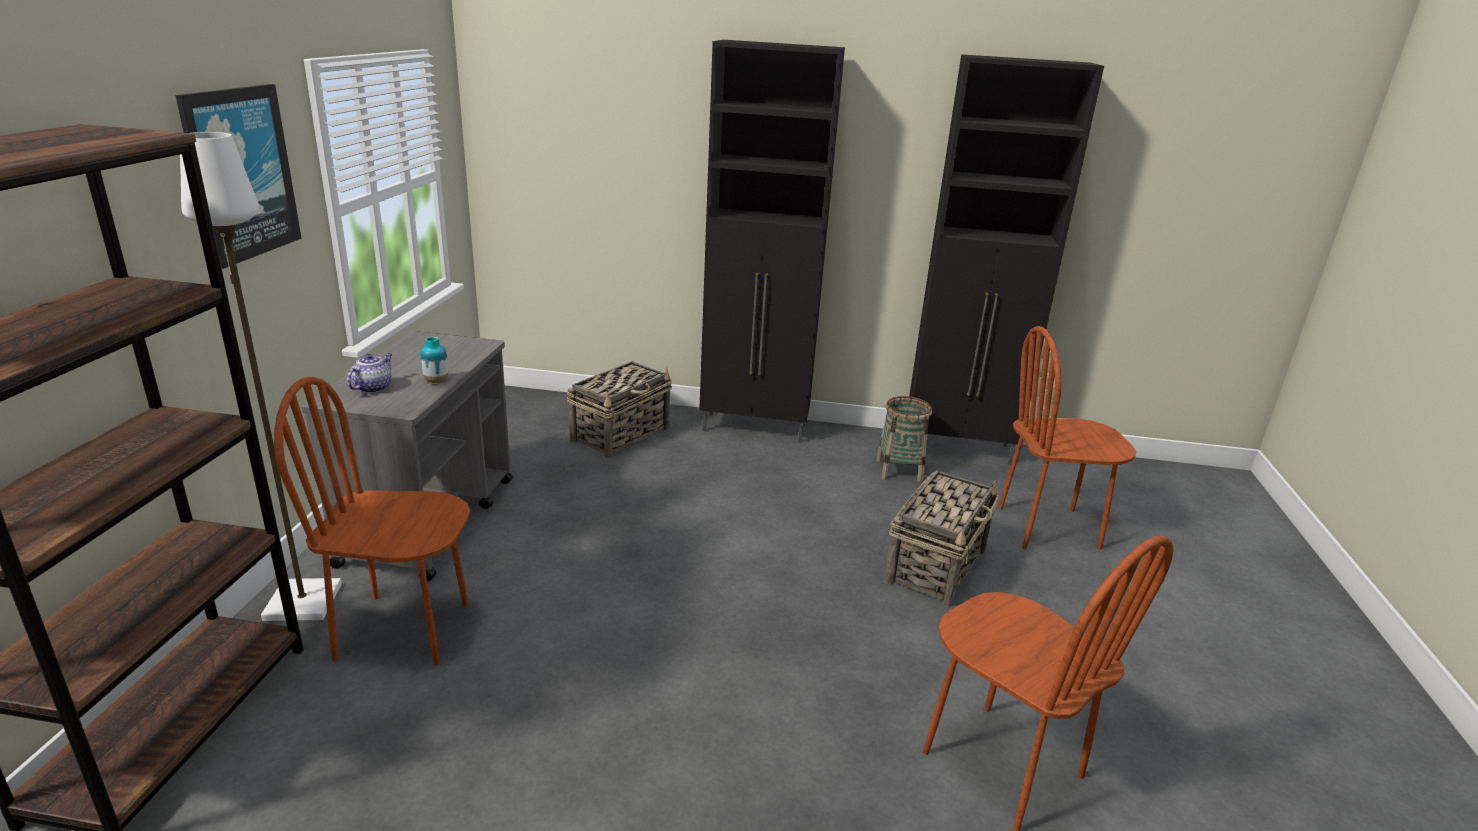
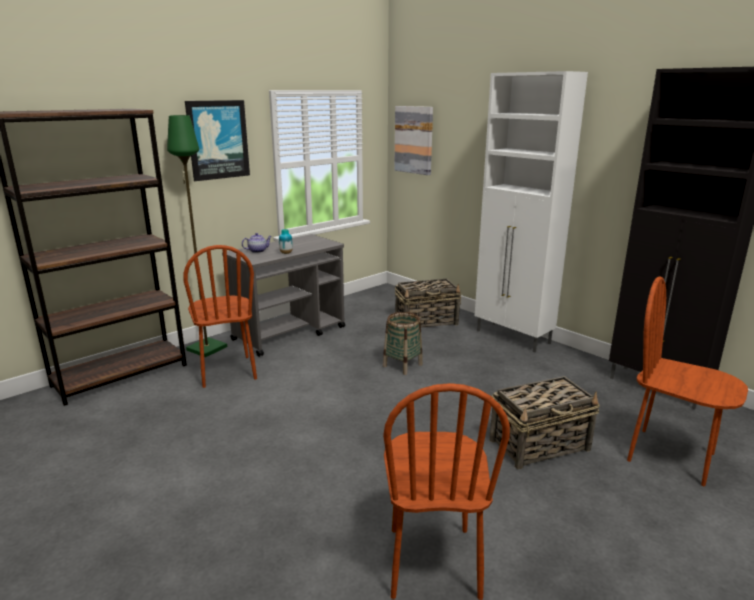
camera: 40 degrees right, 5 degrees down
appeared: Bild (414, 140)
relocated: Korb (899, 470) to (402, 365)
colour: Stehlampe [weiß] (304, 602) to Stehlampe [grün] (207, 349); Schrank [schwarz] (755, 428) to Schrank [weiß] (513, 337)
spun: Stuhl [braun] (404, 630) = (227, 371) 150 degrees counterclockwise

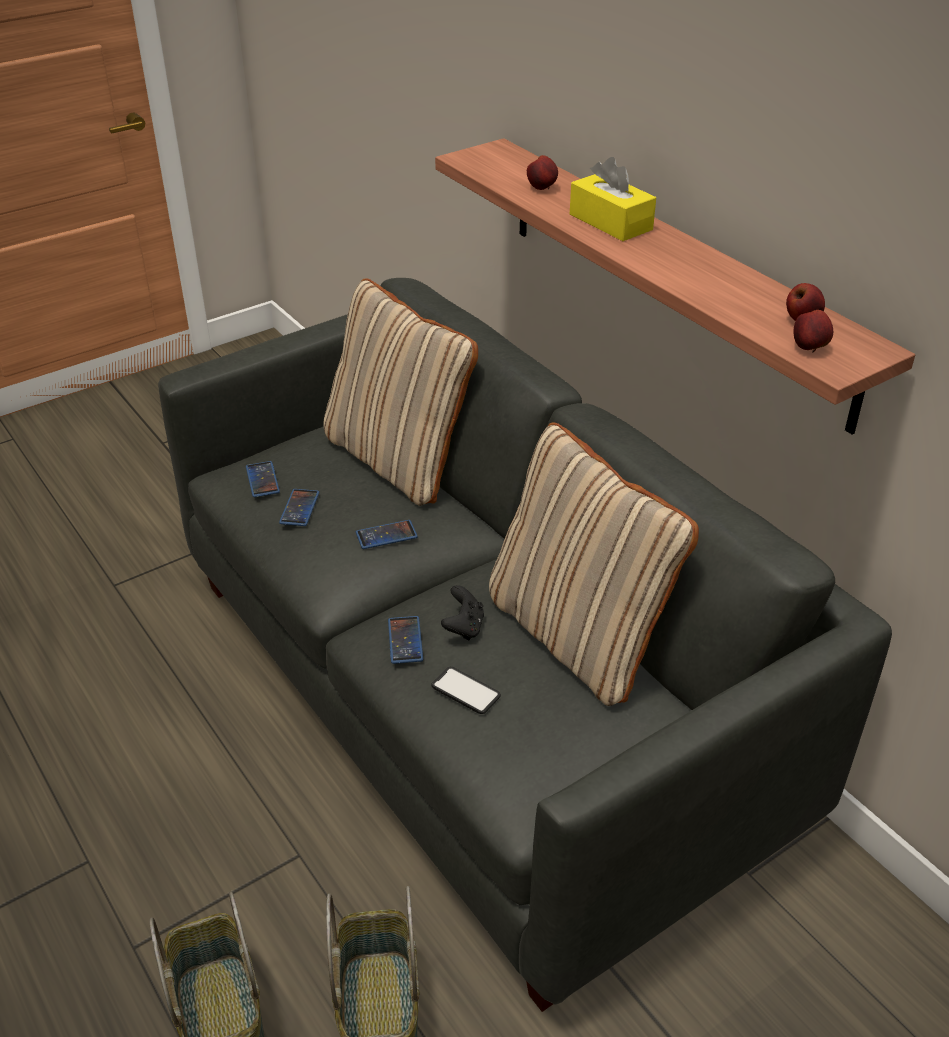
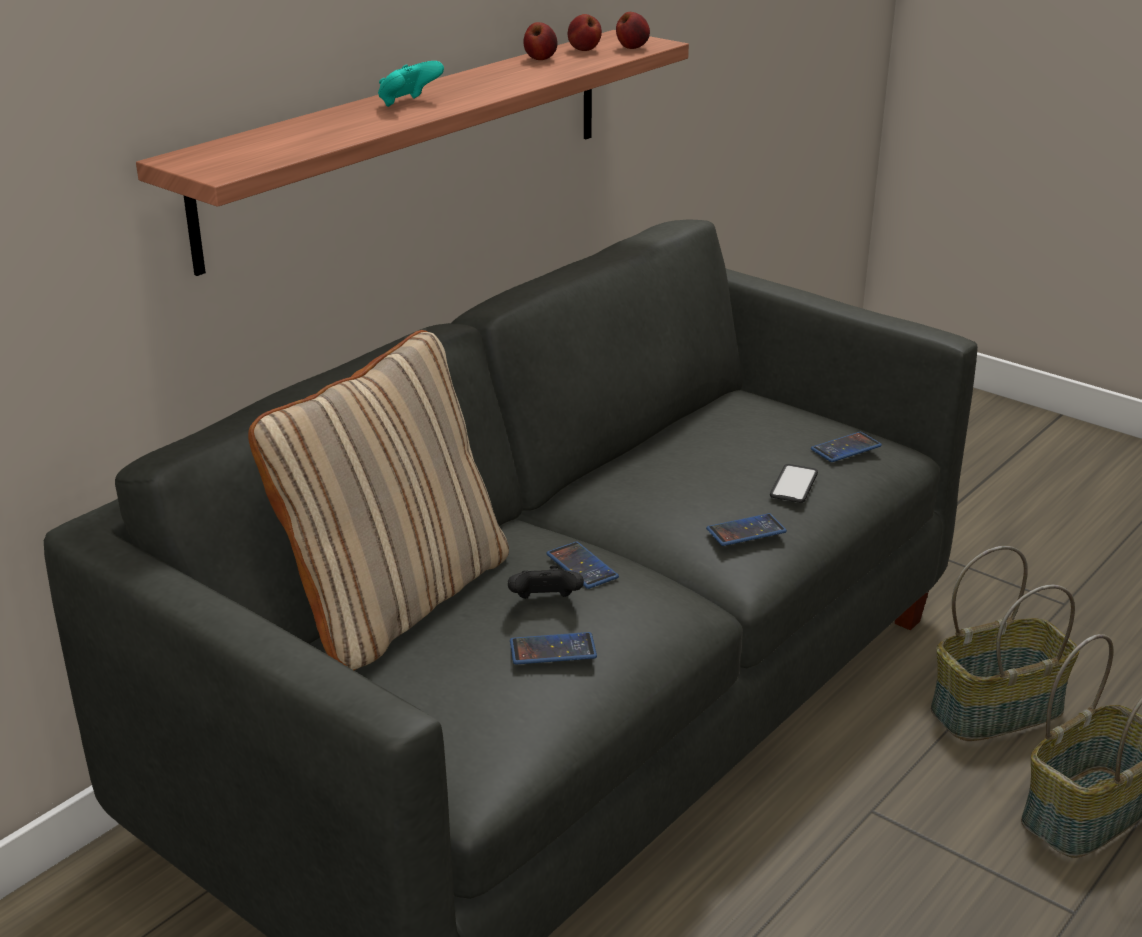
camera: 105 degrees left, 10 degrees down
missing: Kissen [beige] (578, 635)
relocated: Gamepad [schwarz] (464, 627) to (545, 603); Apfel (542, 188) to (540, 59); Handy (262, 480) to (846, 448)
exchanged: Taschentuchbox [gelb] (610, 222) to Gamepad [türkis] (408, 104)

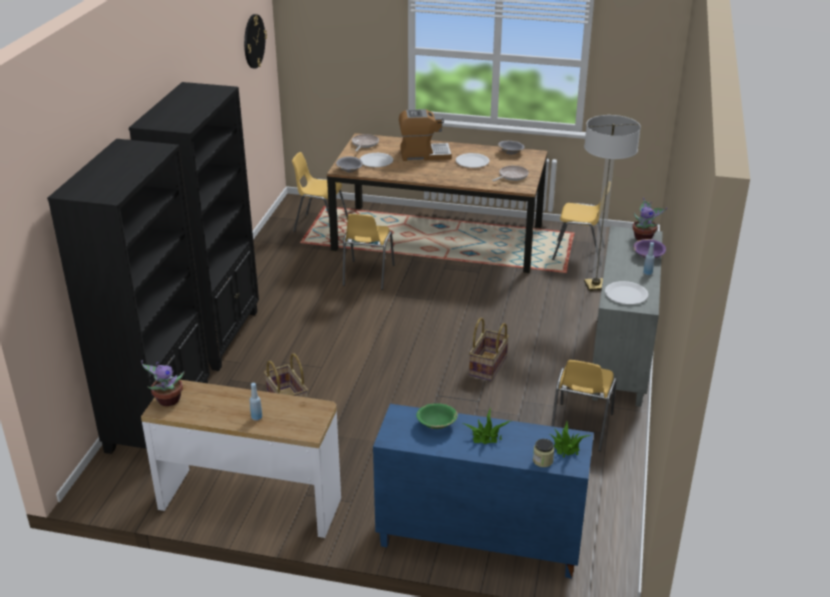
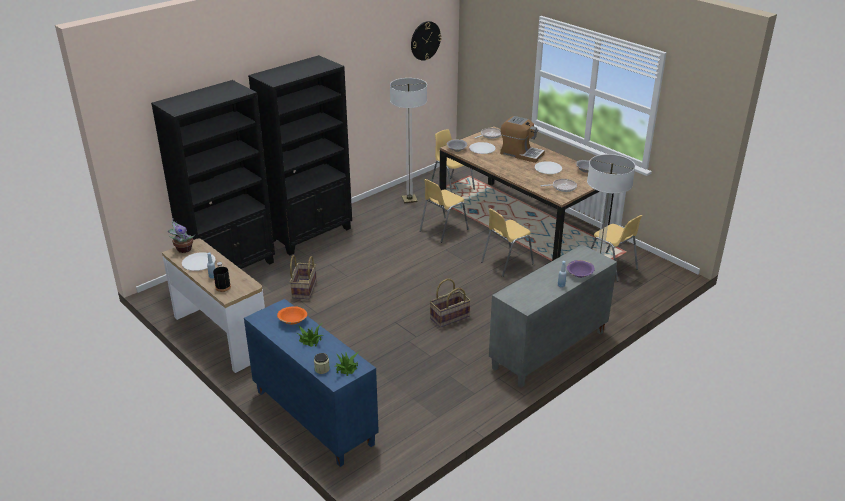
camera: 35 degrees right, 0 degrees up
missing: Topfpflanze (644, 237)
appeared: Flasche [schwarz] (223, 287); Stehlampe (409, 199)
relocated: Teller [weiß] (626, 294) to (199, 262); Stuhl [gelb] (580, 427) to (506, 263)
colour: Schüssel [grün] (436, 424) to Schüssel [orange] (293, 321)

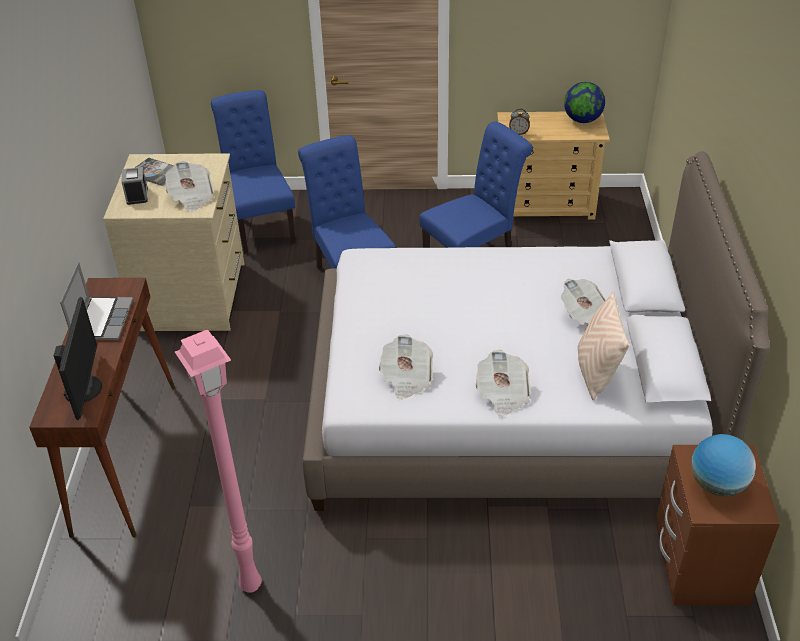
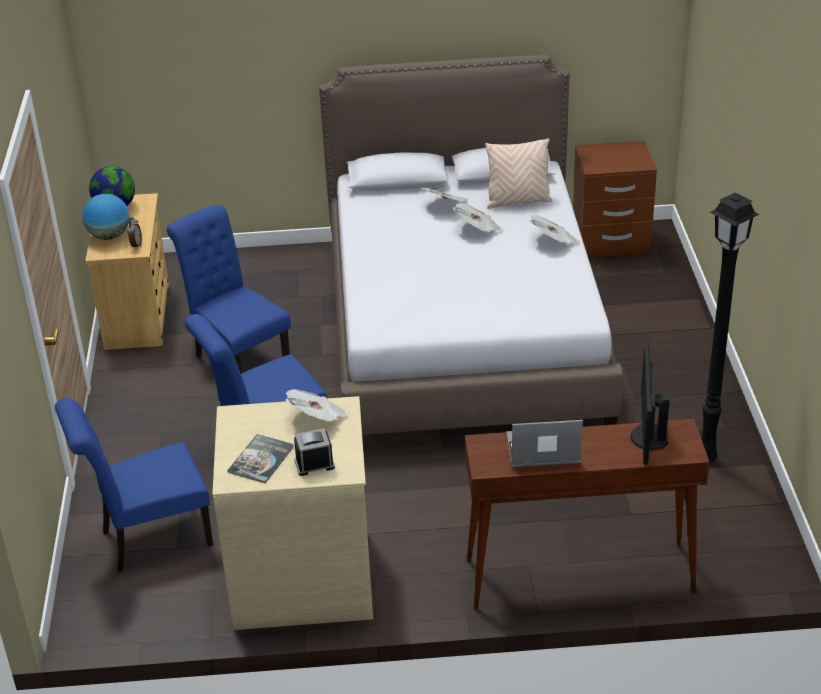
camera: 95 degrees left, 5 degrees down
relocated: Globus (717, 484) to (109, 236); Zeitung (406, 378) to (478, 230)
colour: Stehlampe [rosa] (250, 586) to Stehlampe [schwarz] (708, 458)
spun: Monitor (85, 389) = (647, 437) 75 degrees counterclockwise

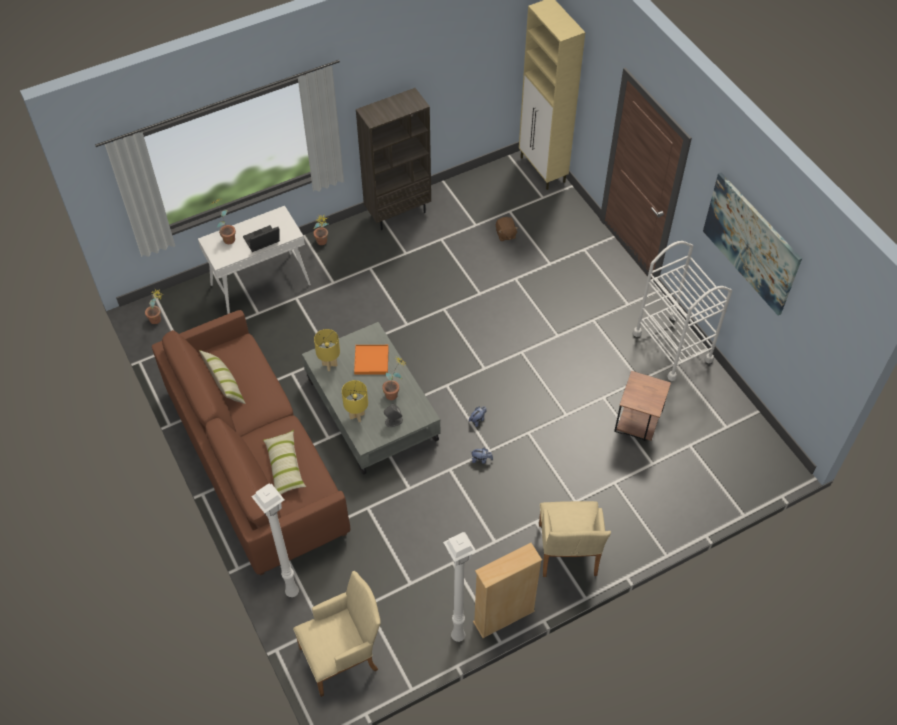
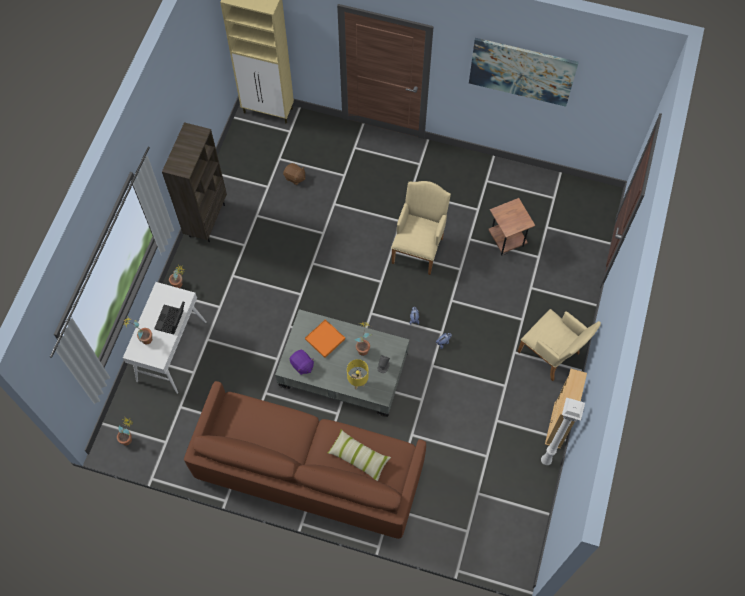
camera: 45 degrees left, 10 degrees up
missing: Kissen (225, 384); Stehlampe [weiß] (291, 592); Rollwagen [weiß] (672, 346)
relocated: Sessel [beige] (343, 656) to (419, 247)
exchanged: Tischlampe [gelb] (330, 365) to Plüschtier [lila] (302, 365)

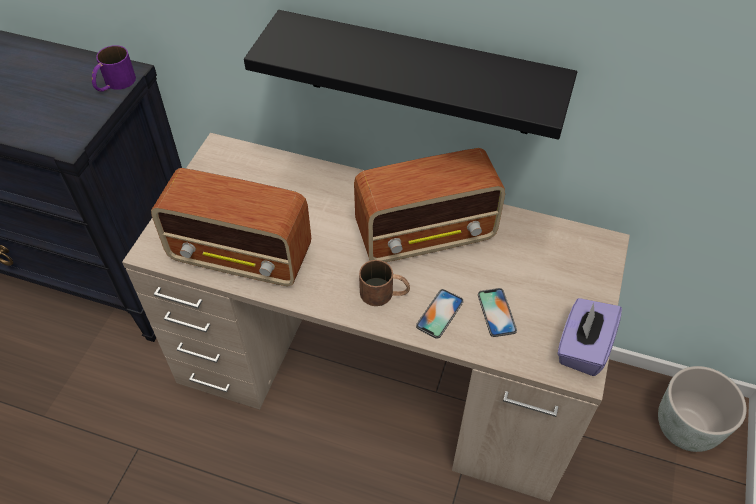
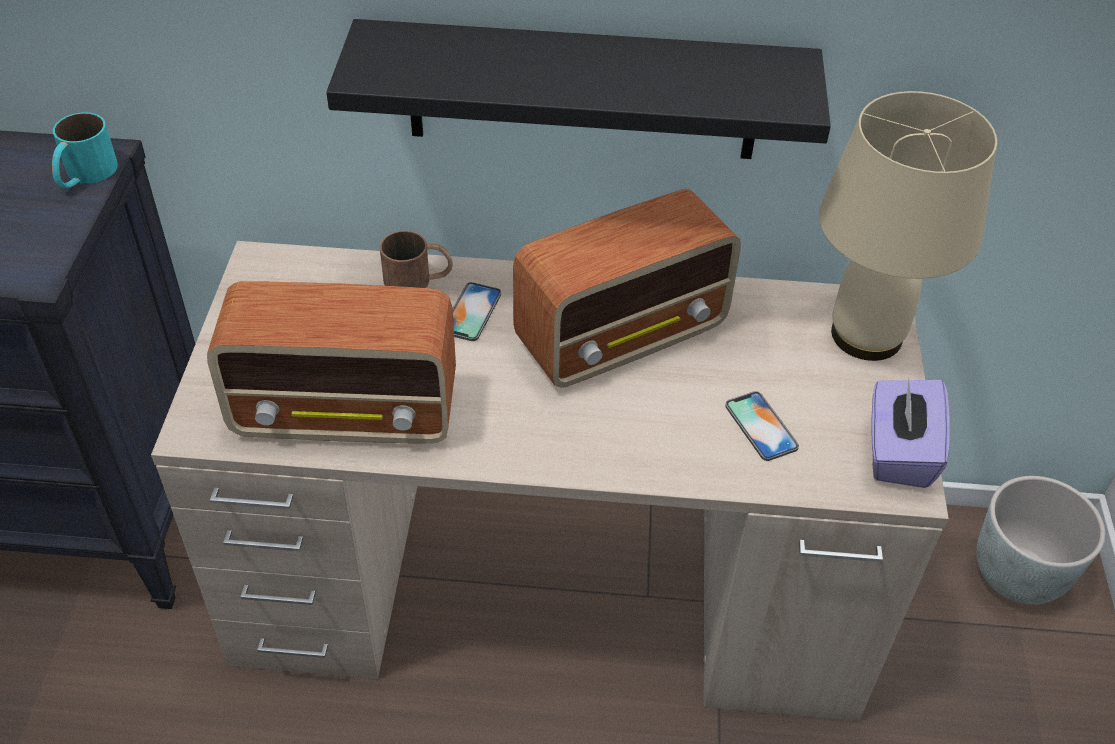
camera: 15 degrees left, 5 degrees down
appeared: Tischlampe [beige] (864, 335)
relocated: Henkelbecher [braun] (384, 293) to (418, 279); Handy (439, 314) to (472, 312)
colour: Henkelbecher [lila] (114, 84) to Henkelbecher [türkis] (84, 175)

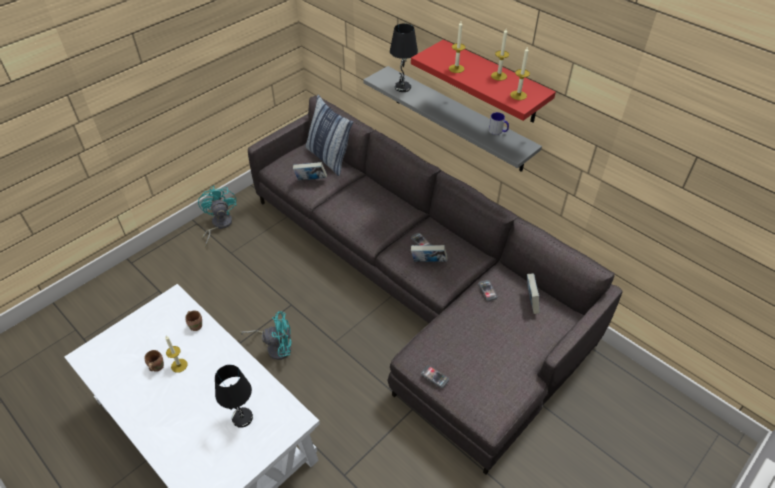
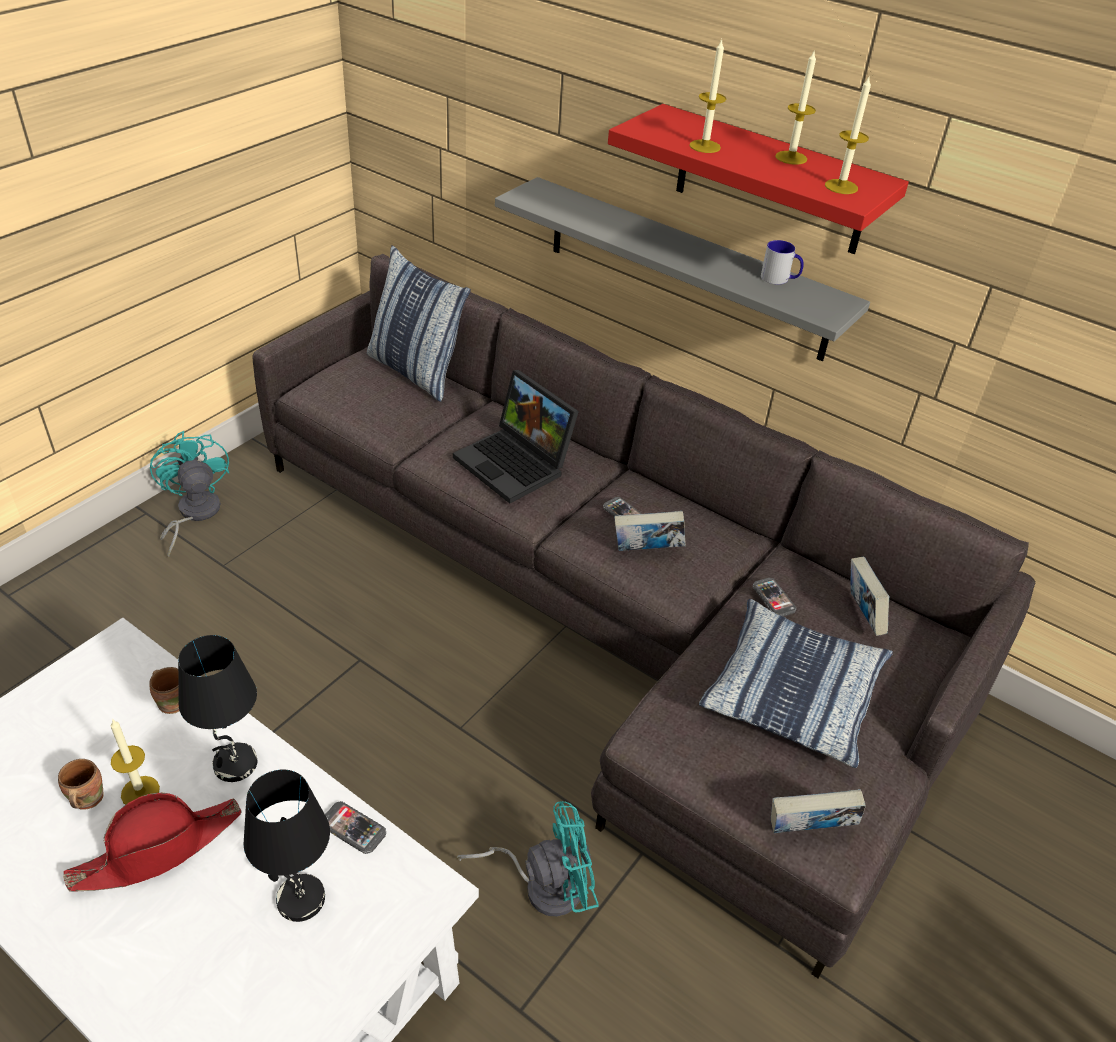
camera: 10 degrees left, 5 degrees down
appeared: Hut [rot] (158, 849); Laptop (517, 464); Kissen (793, 692)
relocated: Tischlampe [schwarz] (403, 88) to (235, 765); Handy (434, 377) to (353, 828); Ventilator [türkis] (275, 347) to (543, 884); Buch (310, 180) to (808, 831)

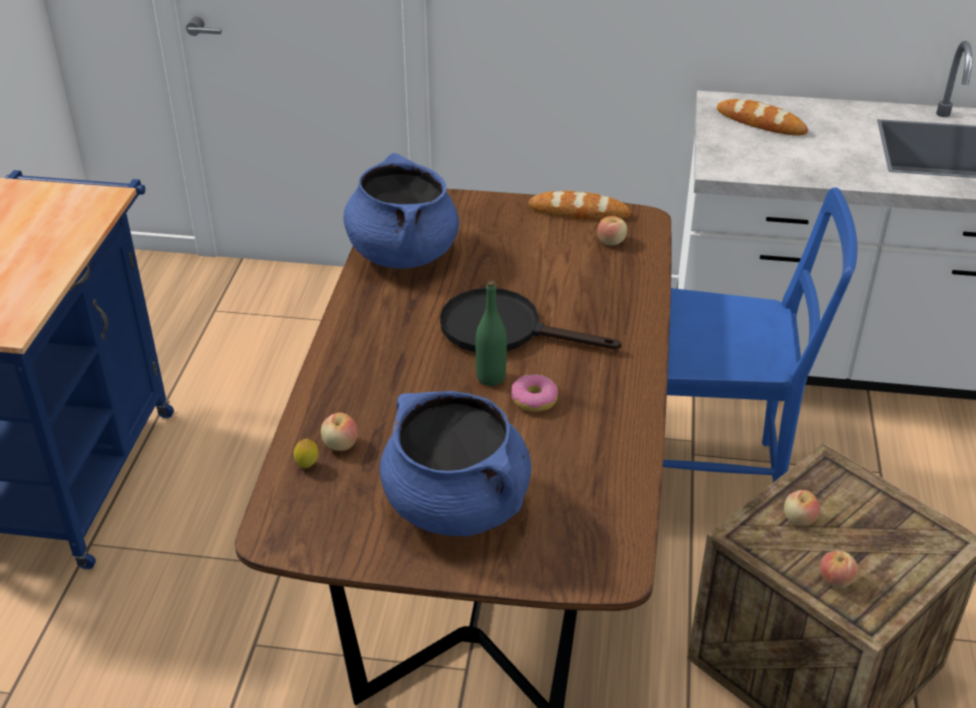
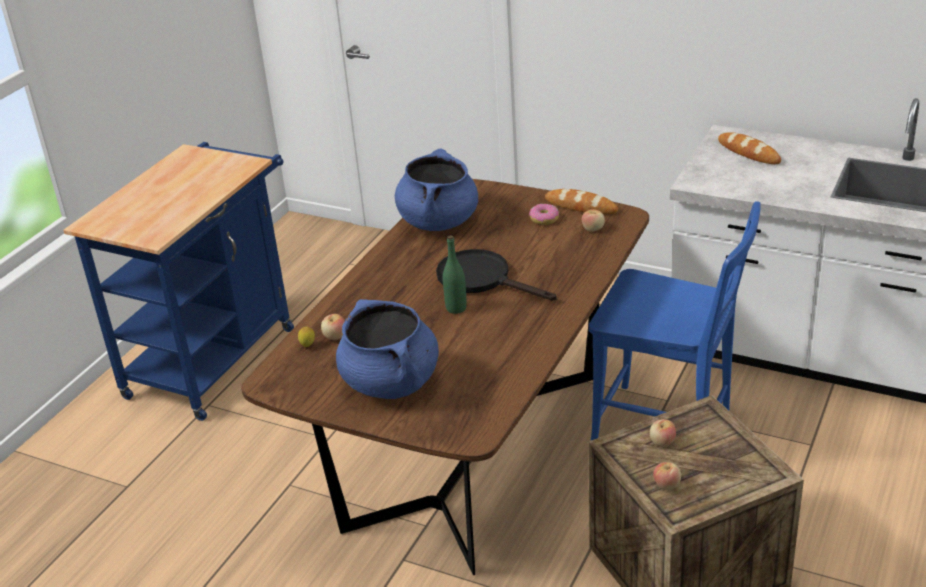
camera: 20 degrees right, 5 degrees down
relocated: Donut (534, 400) to (544, 219)

